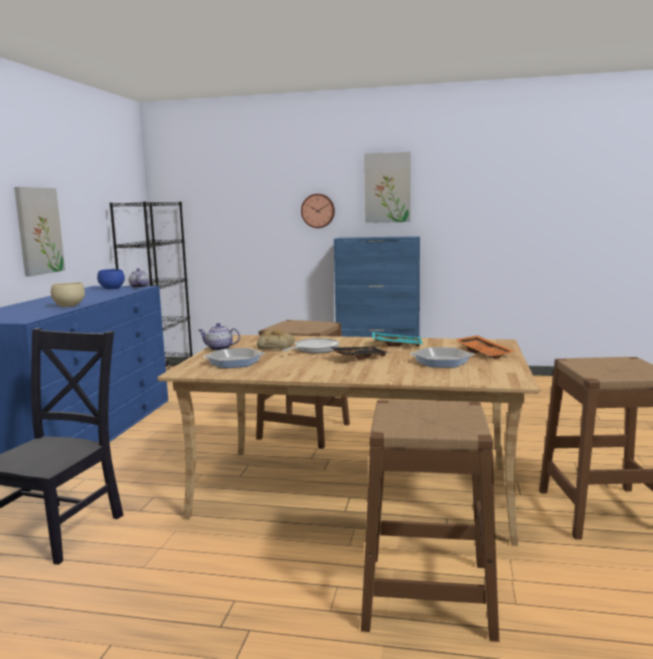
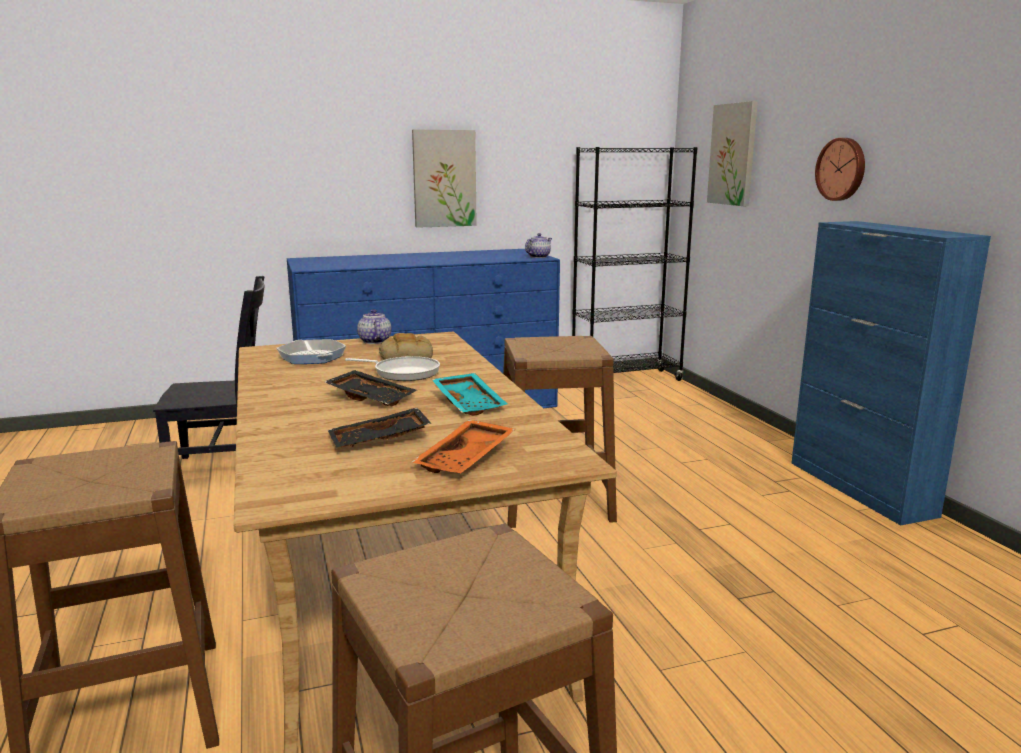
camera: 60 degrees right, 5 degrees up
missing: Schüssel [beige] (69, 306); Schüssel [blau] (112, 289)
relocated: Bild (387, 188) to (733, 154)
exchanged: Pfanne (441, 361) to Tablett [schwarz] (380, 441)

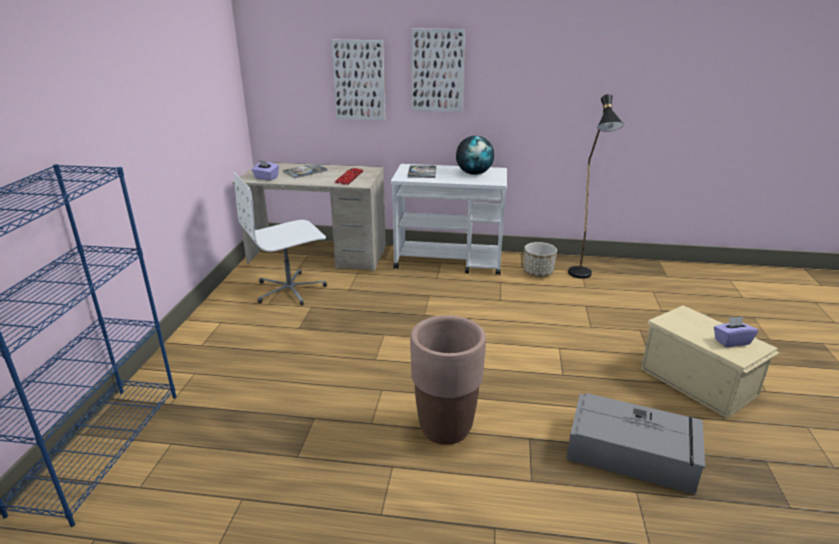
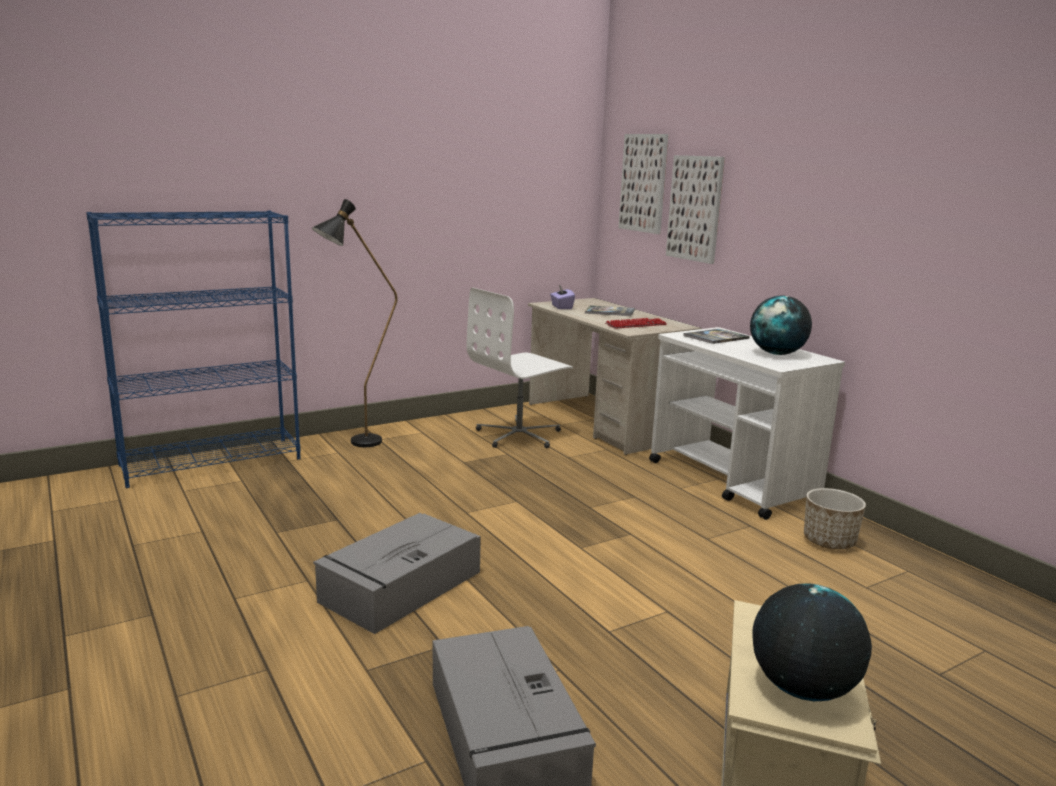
camera: 50 degrees right, 10 degrees down
relocated: Stehlampe [schwarz] (582, 277) to (356, 444); Bild (437, 70) to (643, 183)
exchanged: Pflanzkübel [braun] (445, 428) to Aufbewahrungsbox [grau] (399, 587); Taschentuchbox [lila] (731, 341) to Globus (802, 688)
spun: Bürostuhl [weiß] (290, 290) = (519, 435) 60 degrees counterclockwise

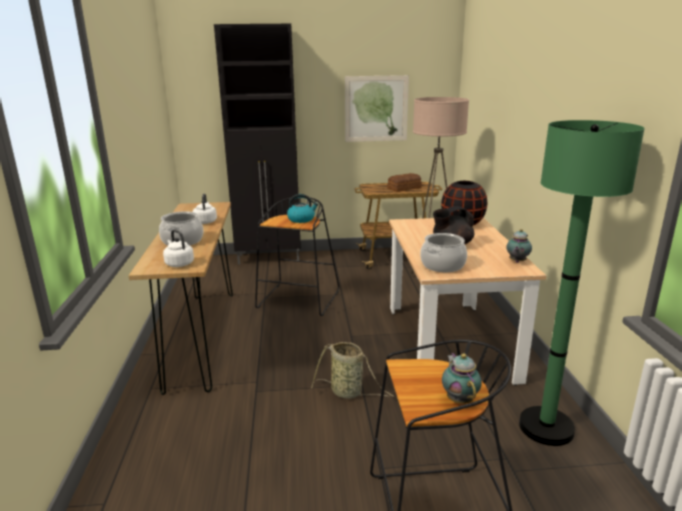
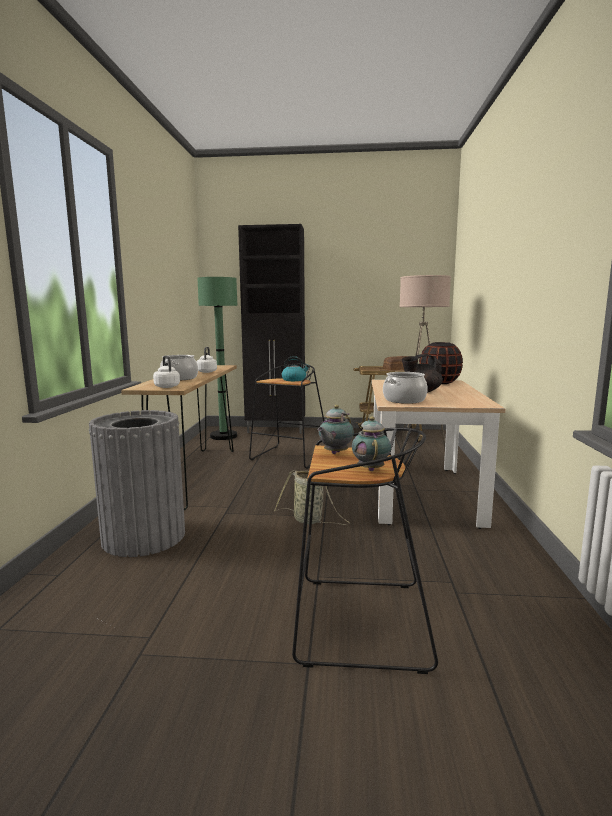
camera: 10 degrees right, 10 degrees down
missing: Bild (376, 109)
appeared: Mülleimer [grau] (144, 537)
relocated: Stehlampe [grün] (546, 427) to (223, 436); Teekanne (517, 261) to (334, 453)

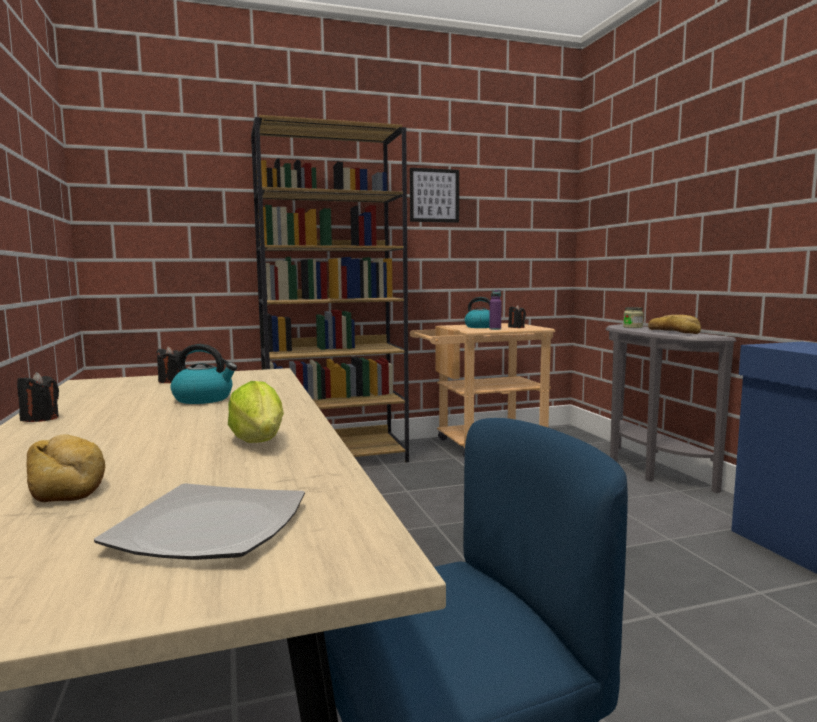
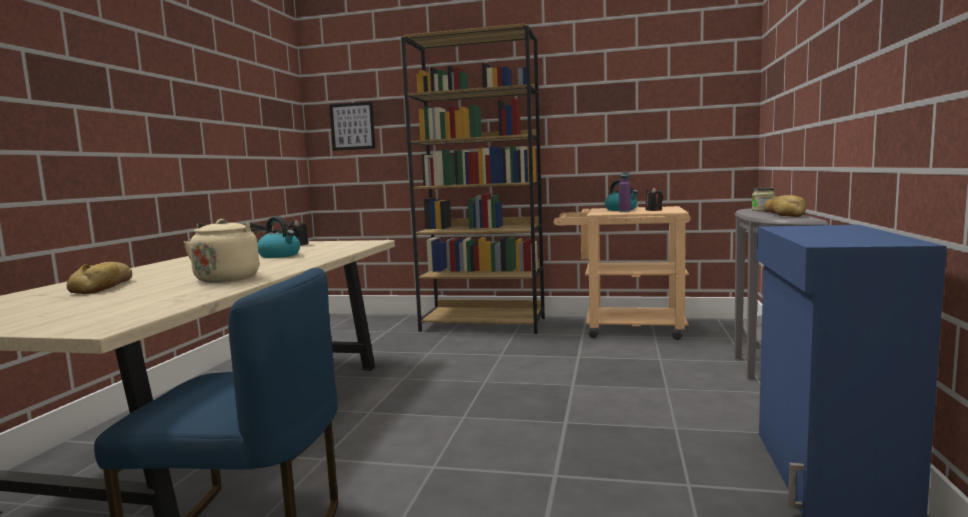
camera: 30 degrees right, 0 degrees up
missing: Kerze [schwarz] (40, 418); Teller (212, 526)
relocated: Bild (434, 195) to (352, 126)
exchanged: Salatkopf (259, 441) to Wasserkessel [beige] (229, 278)

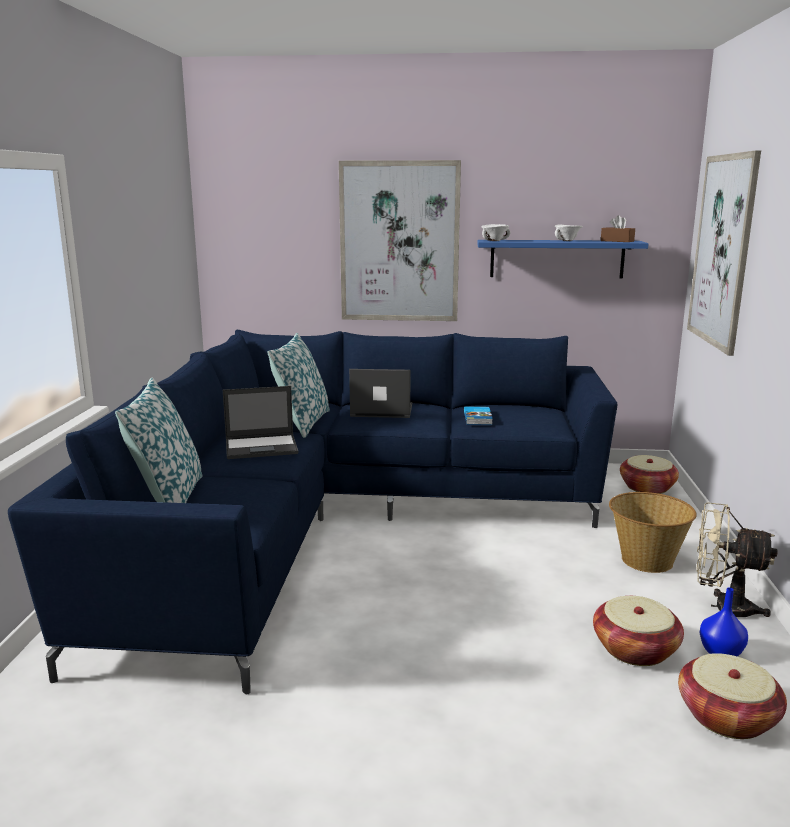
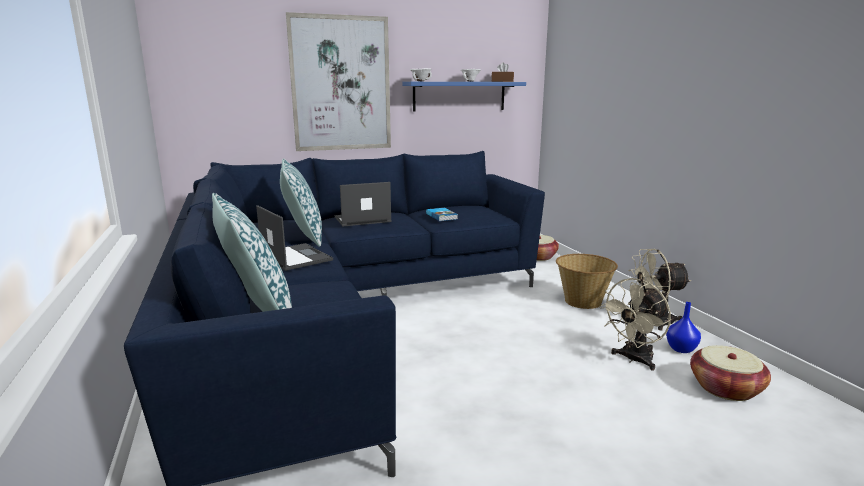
camera: 25 degrees left, 0 degrees up
missing: Bild (722, 250)
exchanged: Korb (635, 649) to Ventilator [beige] (634, 360)
spun: Laptop (262, 447) = (295, 257) 90 degrees counterclockwise

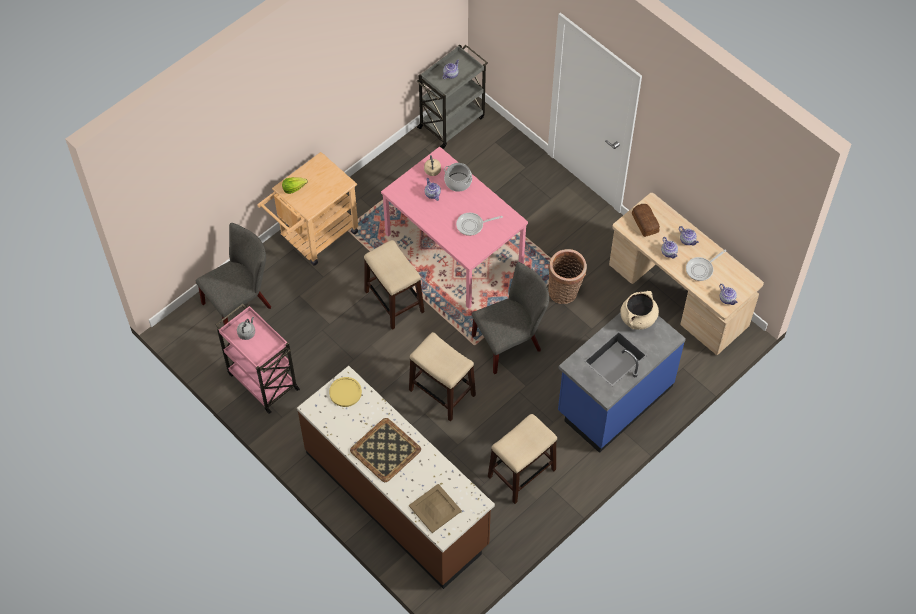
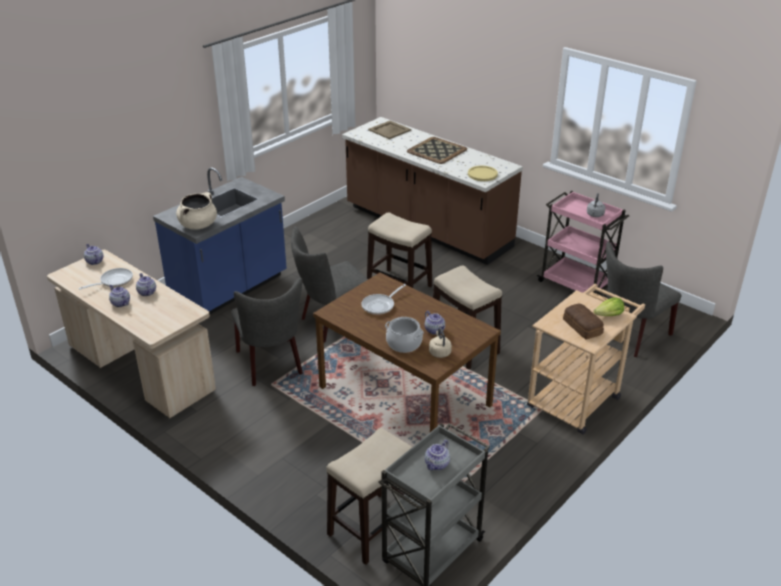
camera: 175 degrees right, 25 degrees down
relocated: Hocker (521, 473) to (373, 527); Brot (645, 222) to (582, 327)
exchanged: Korb (565, 292) to Stuhl [grau] (271, 365)
colour: Esstisch [rosa] (453, 249) to Esstisch [braun] (406, 396)
spun: Pfanne (472, 225) = (380, 305) 150 degrees clockwise

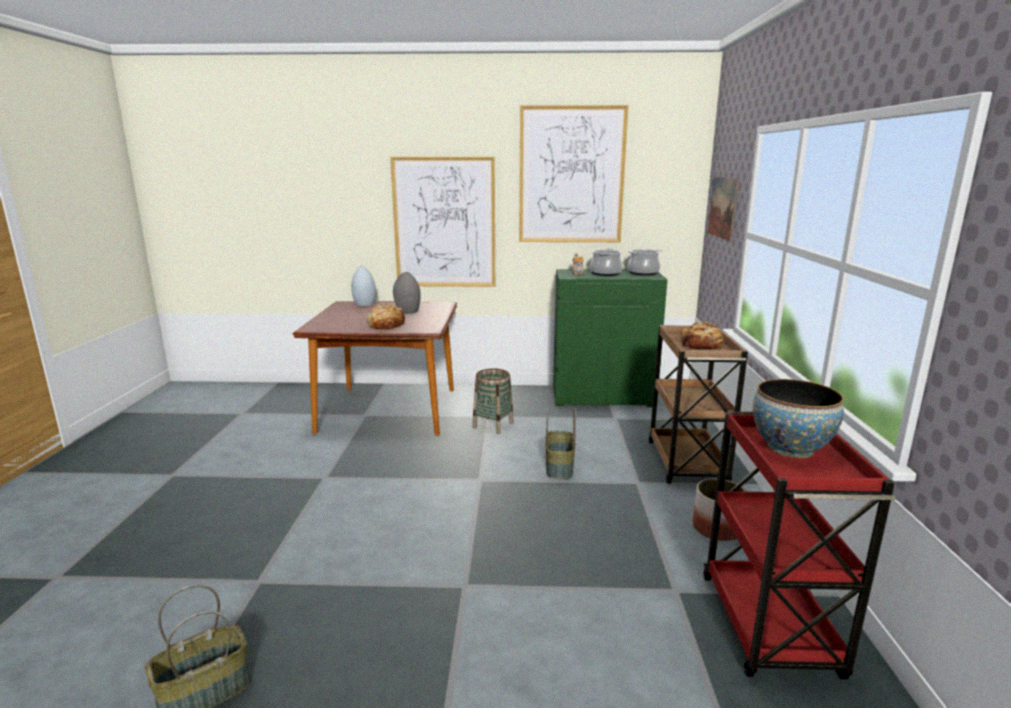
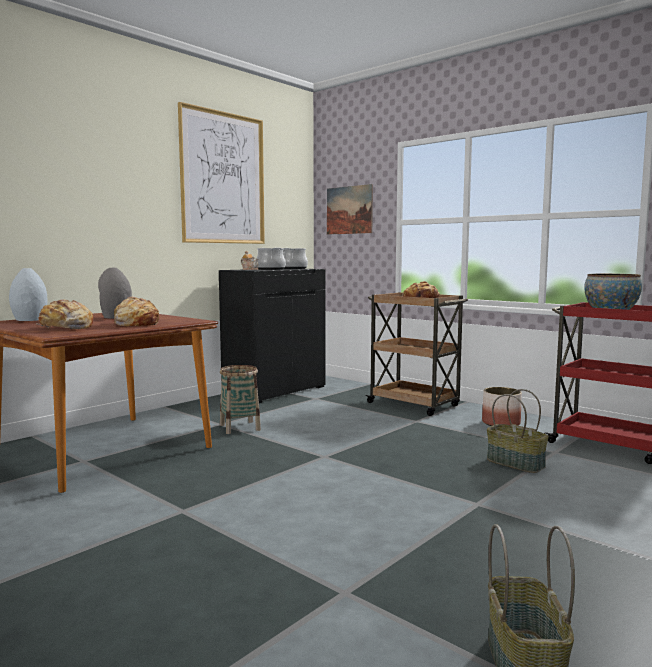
camera: 50 degrees left, 10 degrees down
missing: Bild (444, 223)
appeared: Brot (66, 328)
relocated: Korb (560, 467) to (516, 463)
colour: Schrank [grün] (603, 396) to Schrank [schwarz] (274, 390)

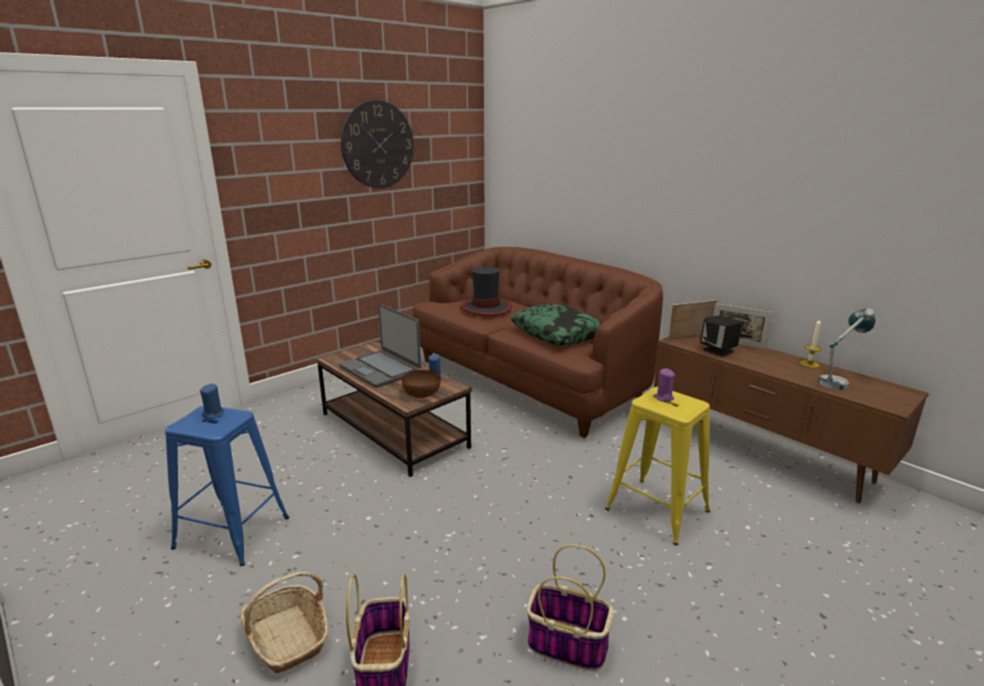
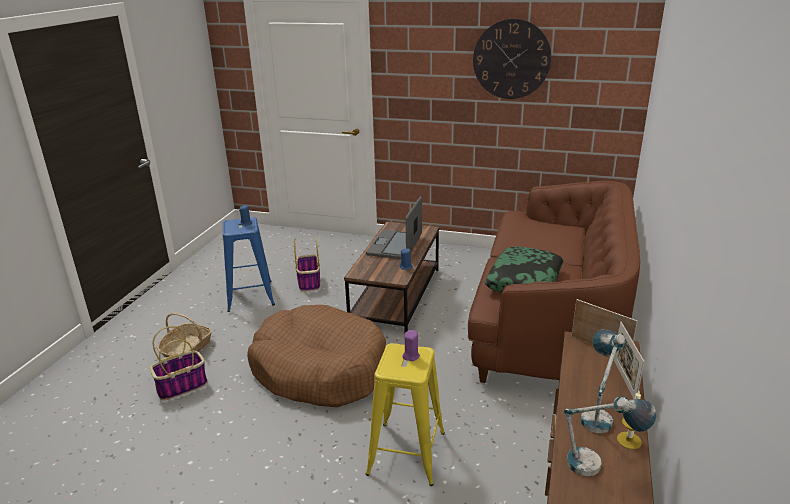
camera: 60 degrees right, 5 degrees up
missing: Schüssel [braun] (421, 393); Hut (486, 308); Lautsprecher [schwarz] (718, 350)
appeared: Hundebett [braun] (319, 369); Tischlampe (597, 413)
relocated: Korb (566, 644) to (309, 282)

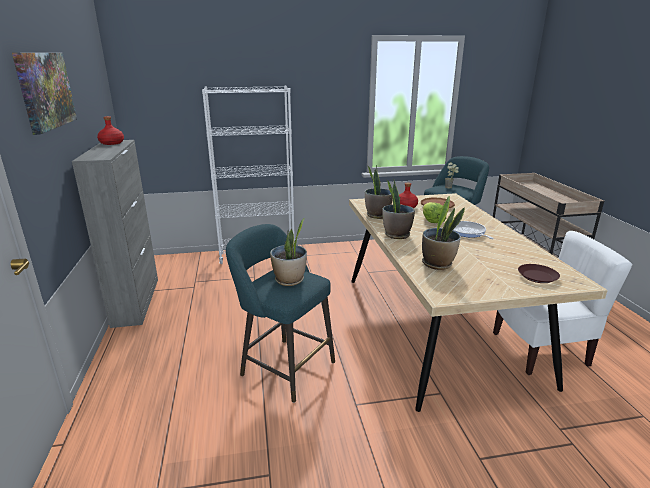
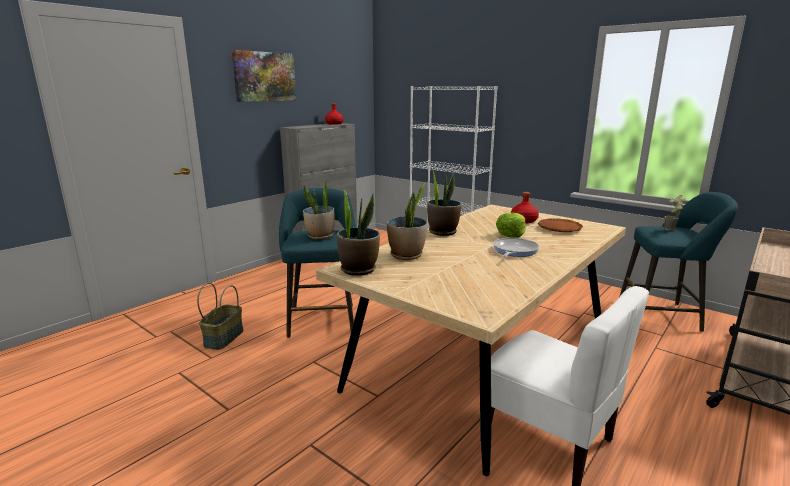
camera: 50 degrees right, 5 degrees down
missing: Teller [braun] (538, 277)
appeared: Korb (223, 338)
relocated: Topfpflanze (377, 215) to (358, 269)

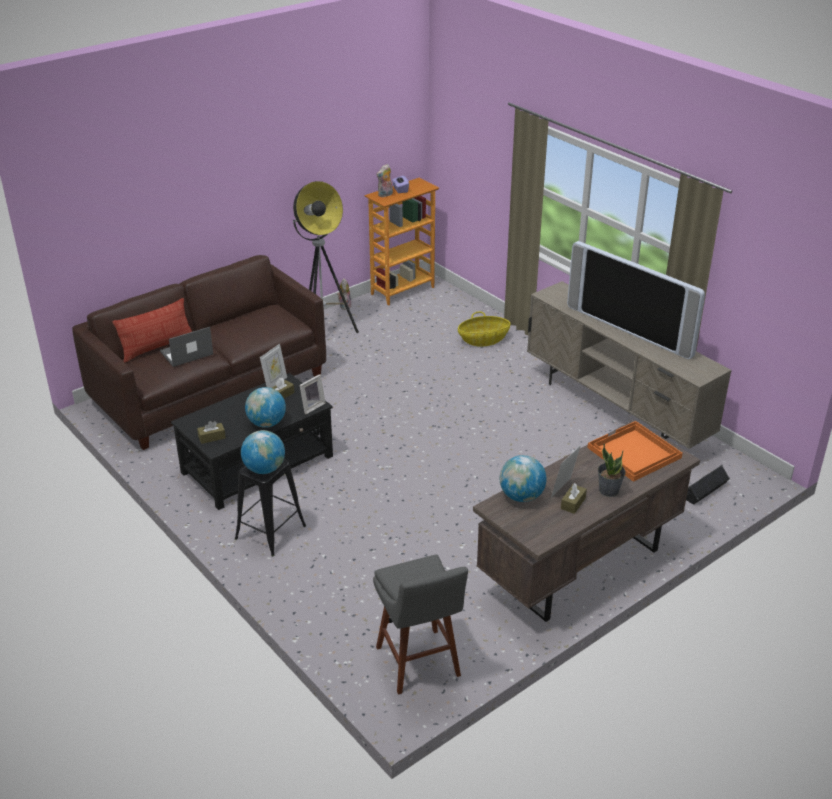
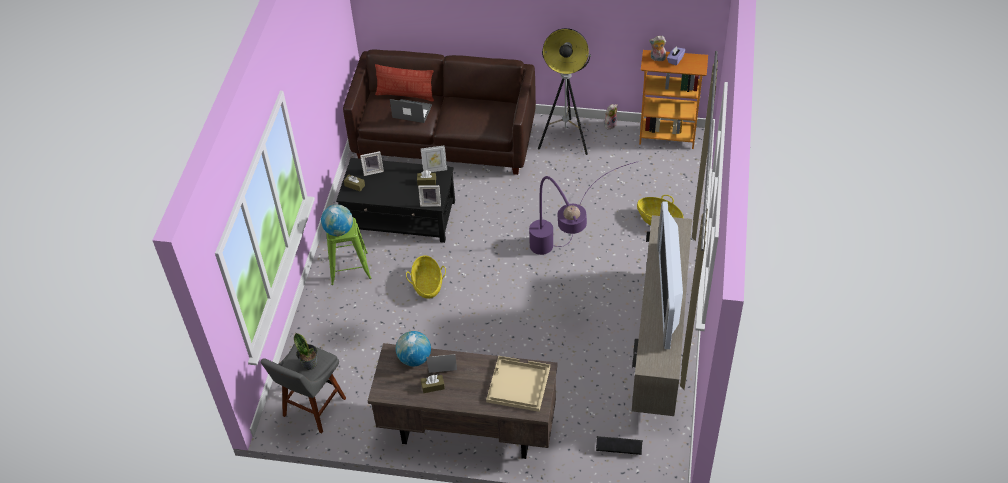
camera: 50 degrees right, 15 degrees up
missing: Globus (266, 423)
appeared: Bilderrahmen (373, 170); Korb (427, 285); Stehlampe [lila] (564, 263)
relocated: Topfpflanze (609, 490) to (310, 363)
colour: Hocker [schwarz] (270, 532) to Hocker [grün] (349, 268); Tablett [orange] (634, 453) to Tablett [beige] (518, 385)

